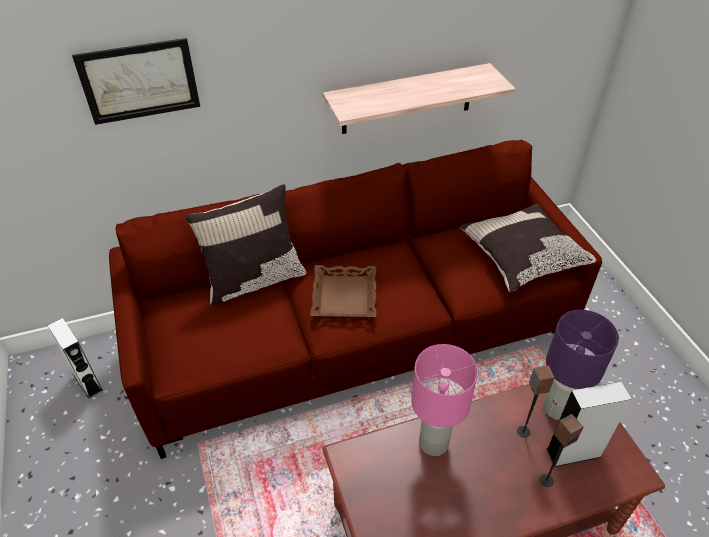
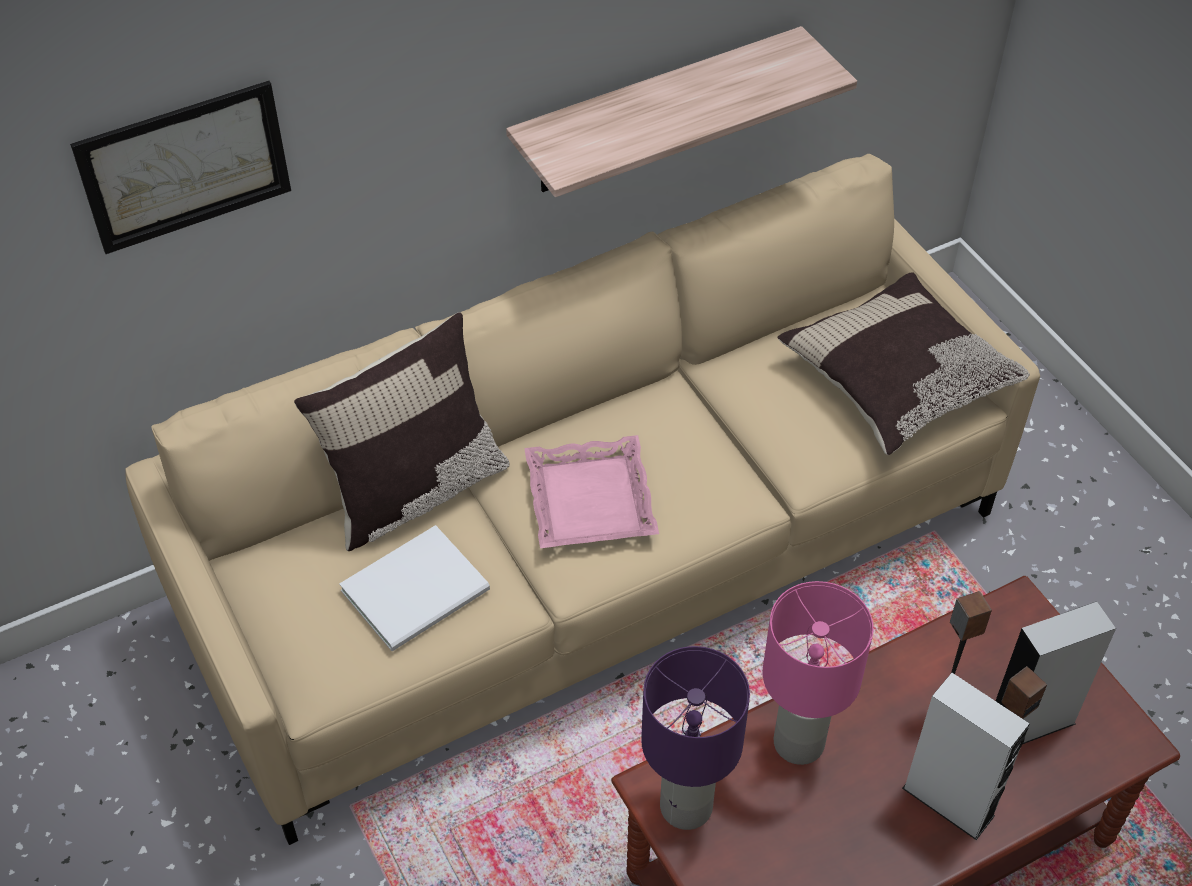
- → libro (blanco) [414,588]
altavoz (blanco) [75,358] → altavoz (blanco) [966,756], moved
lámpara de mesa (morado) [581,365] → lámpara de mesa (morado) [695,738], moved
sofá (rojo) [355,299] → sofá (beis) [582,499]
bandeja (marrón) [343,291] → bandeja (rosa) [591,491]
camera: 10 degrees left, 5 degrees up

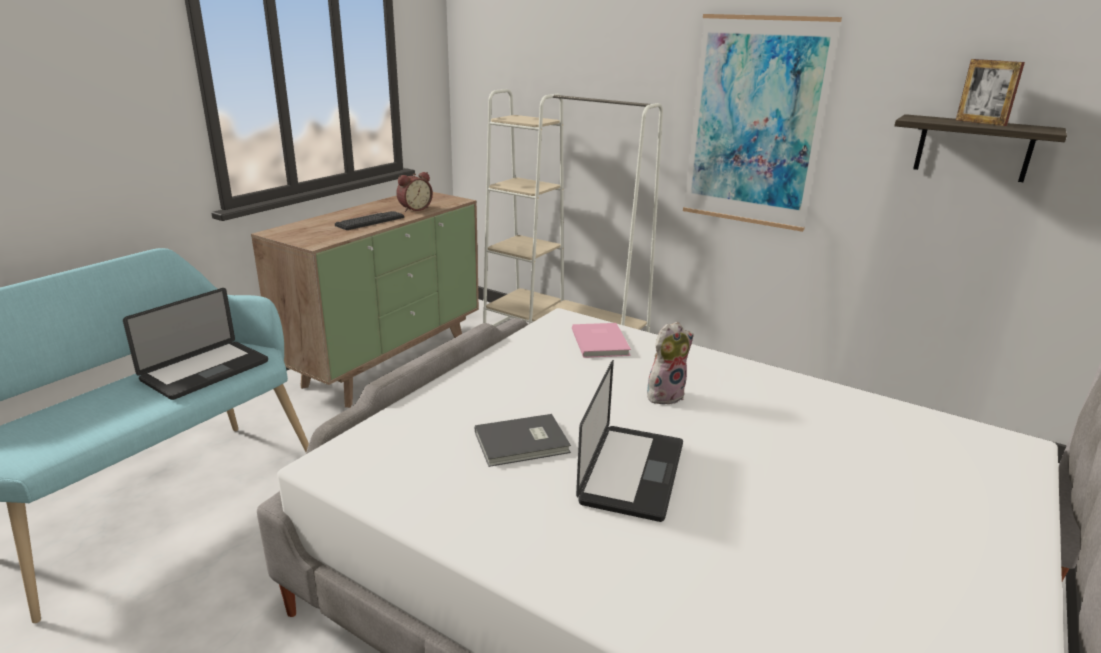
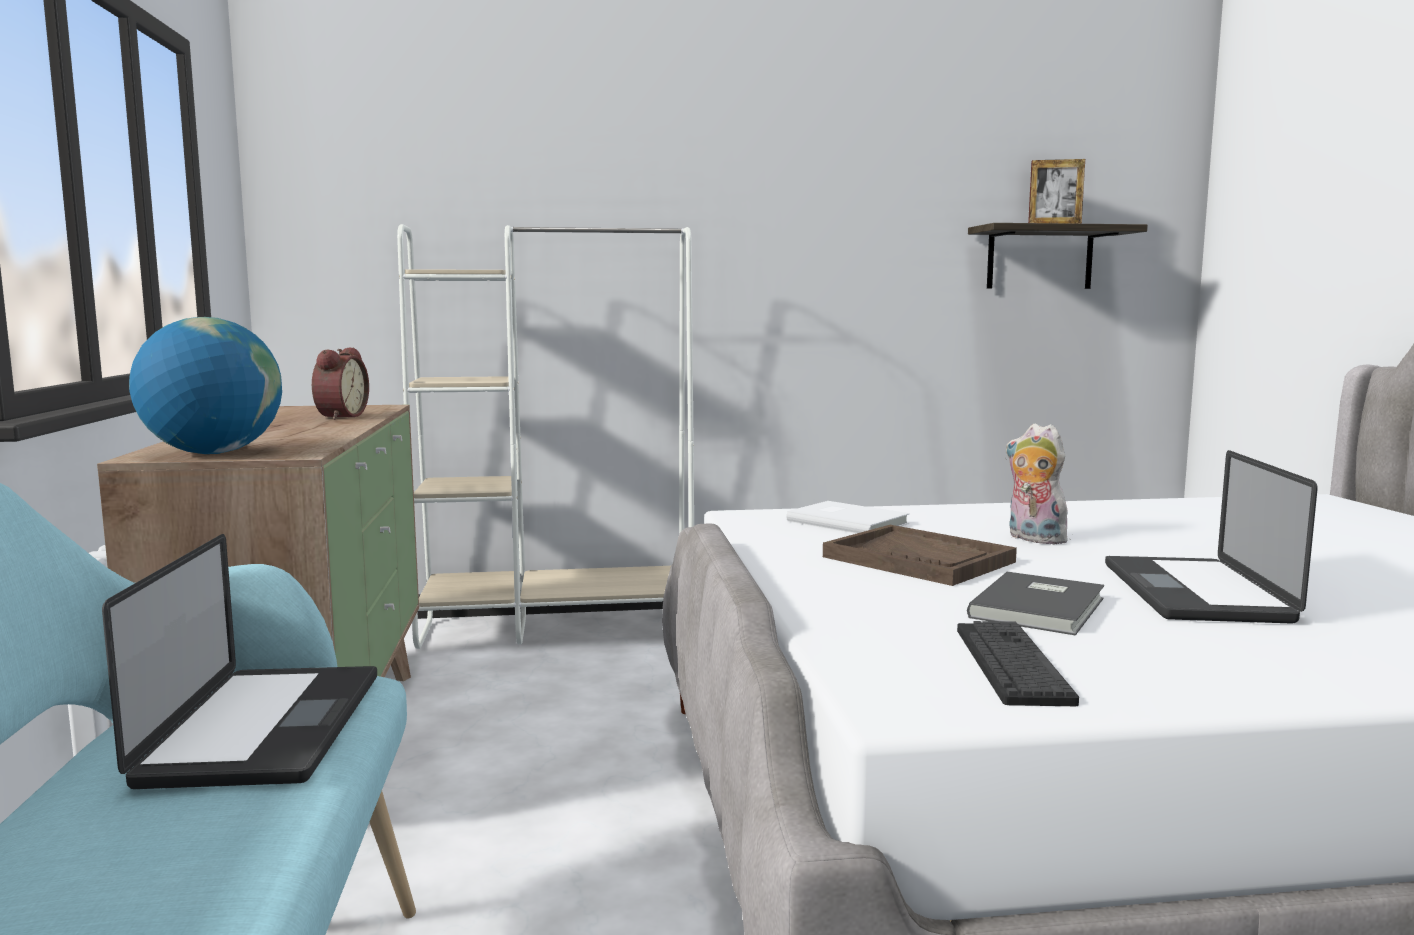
cuadro [762,123] → -
- → globo terráqueo [205,385]
- → bandeja (marrón) [920,555]
teclado [369,220] → teclado [1018,663], moved
libro (rosa) [601,340] → libro (blanco) [848,517]
portátil [629,441] → portátil [1211,537], 150 degrees counterclockwise
peluche [670,363] → peluche [1040,484], 60 degrees counterclockwise
camera: 40 degrees left, 15 degrees down

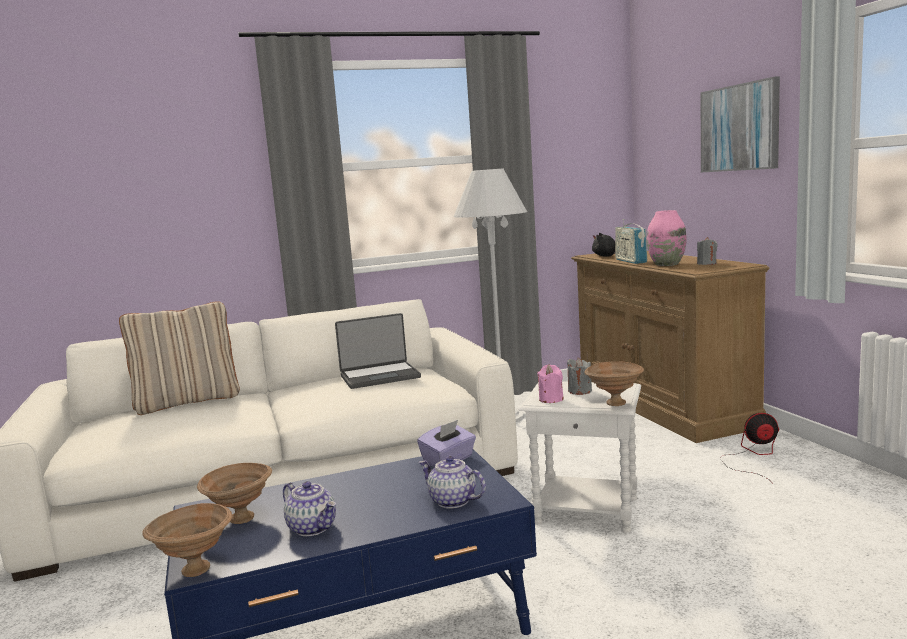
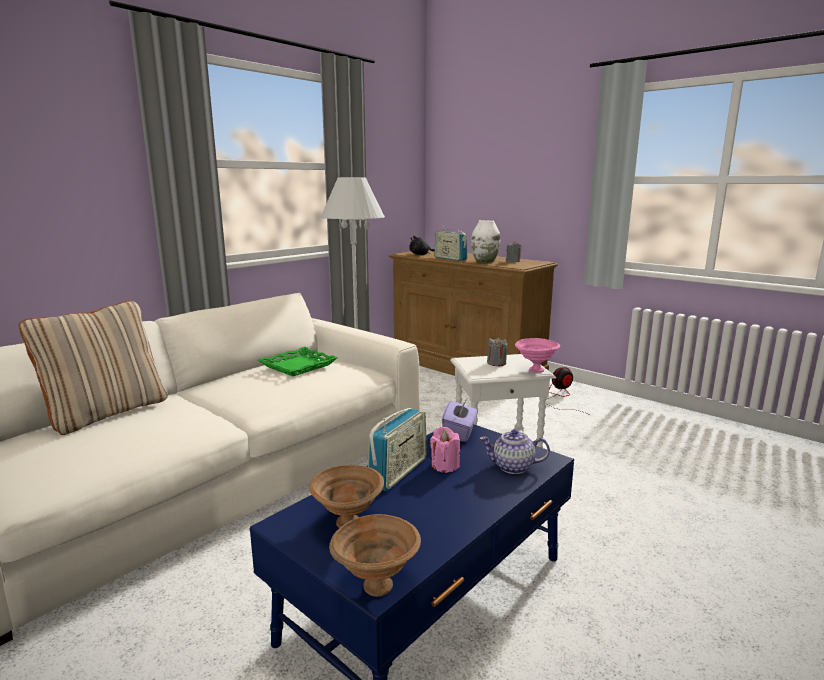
tetera [309,508] → -
cuadro [740,124] → -
- → radio [397,450]
vela (rosa) [550,384] → vela (rosa) [445,450], moved
portátil [378,351] → bandeja (verde) [298,362]
cuenco (marrón) [614,383] → cuenco (rosa) [537,355]
florero (rosa) [667,238] → florero (blanco) [485,241]
camera: 30 degrees left, 5 degrees up

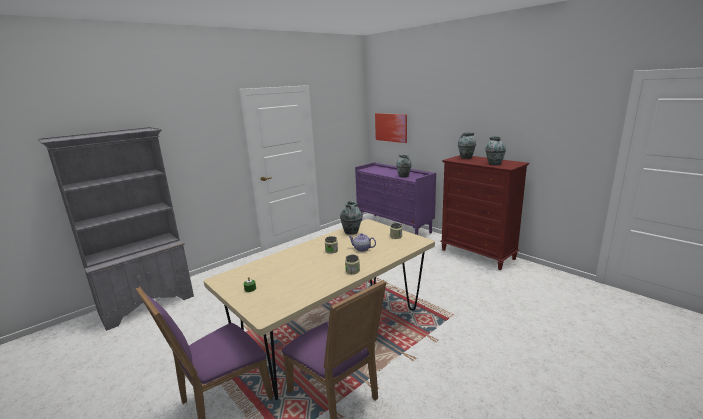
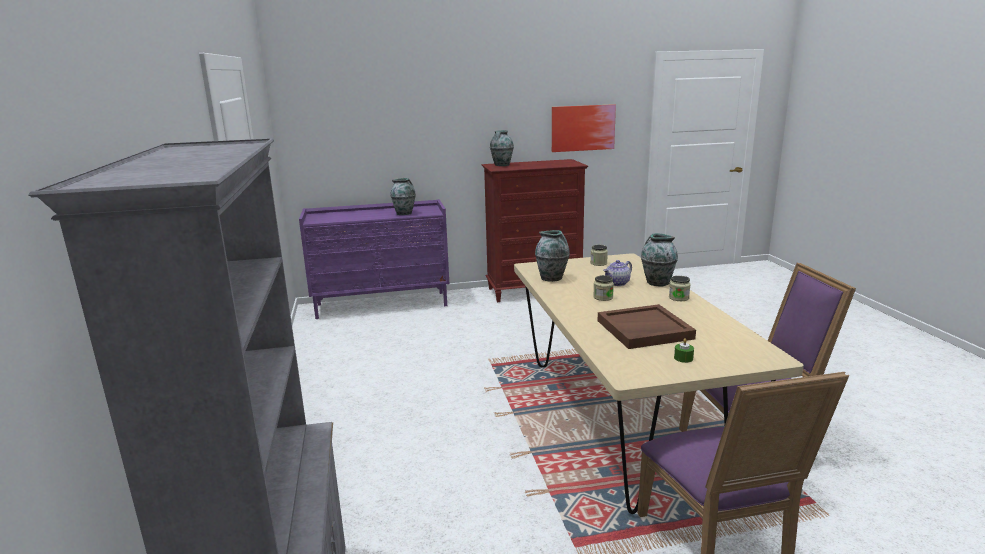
- → bandeja (marrón) [647,326]
cuadro [391,128] → cuadro [584,128], moved
florero [495,150] → florero [659,260], moved
camera: 60 degrees left, 0 degrees up

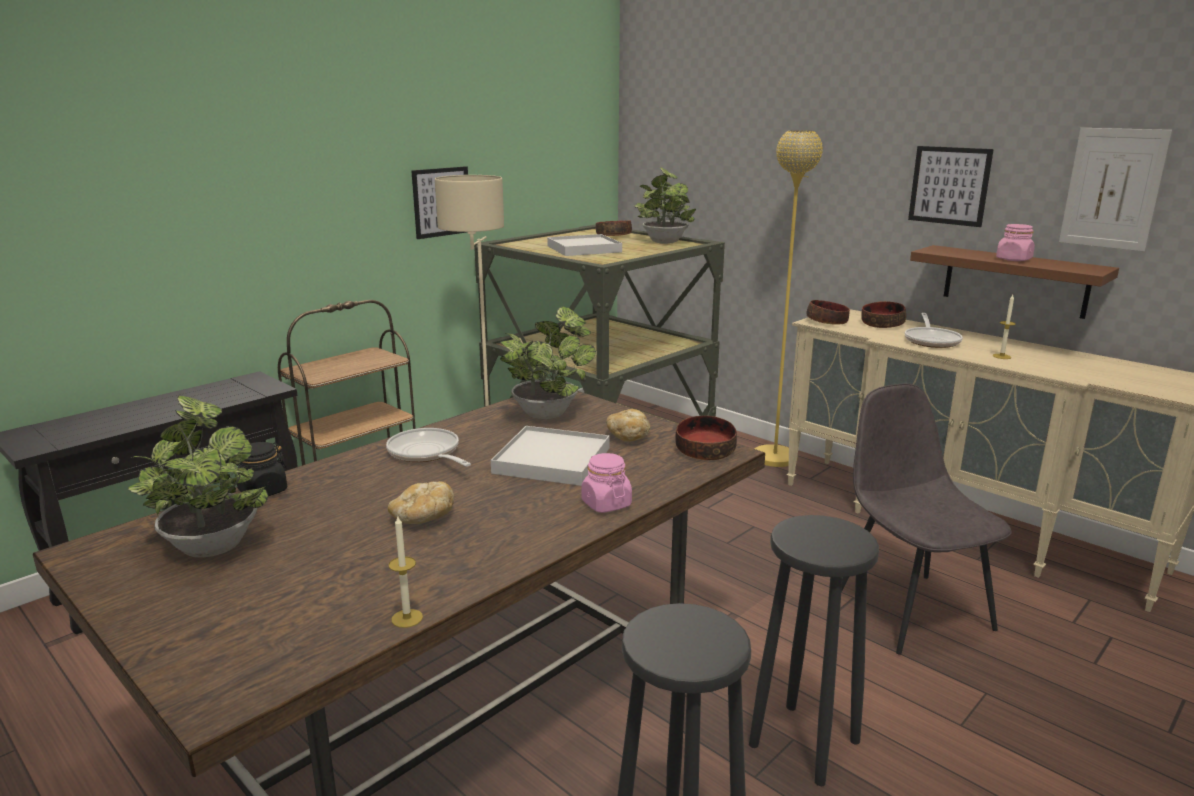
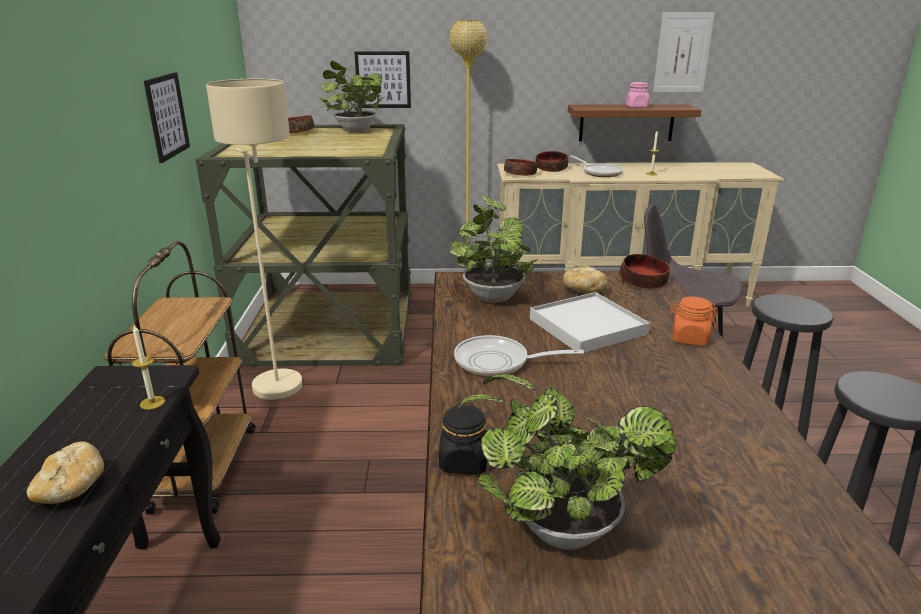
bandeja (blanco) [584,245] → -
pan [421,502] → pan [65,472], moved
vela [405,572] → vela [148,367], moved
cuadro [951,186] → cuadro [382,79], moved
tarro (rosa) [606,483] → tarro (naranja) [693,321]
camera: 45 degrees left, 5 degrees up

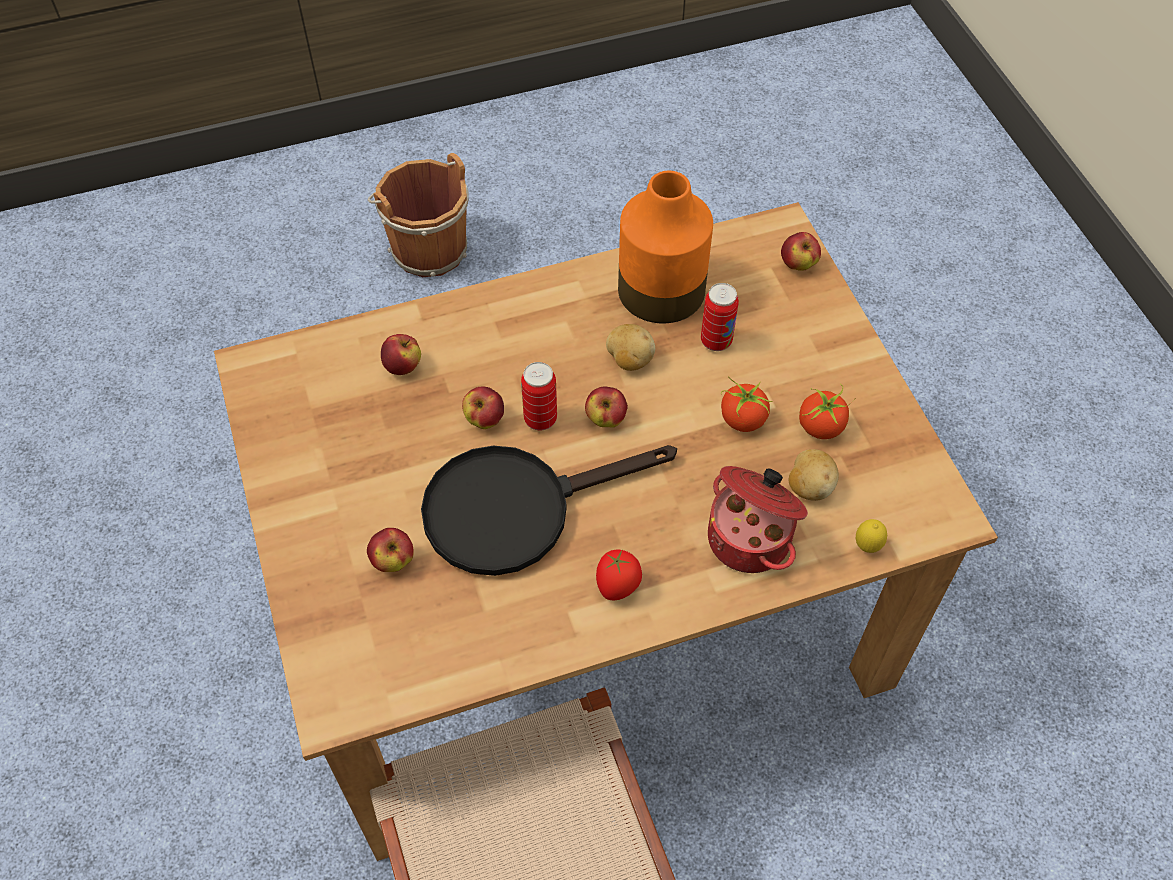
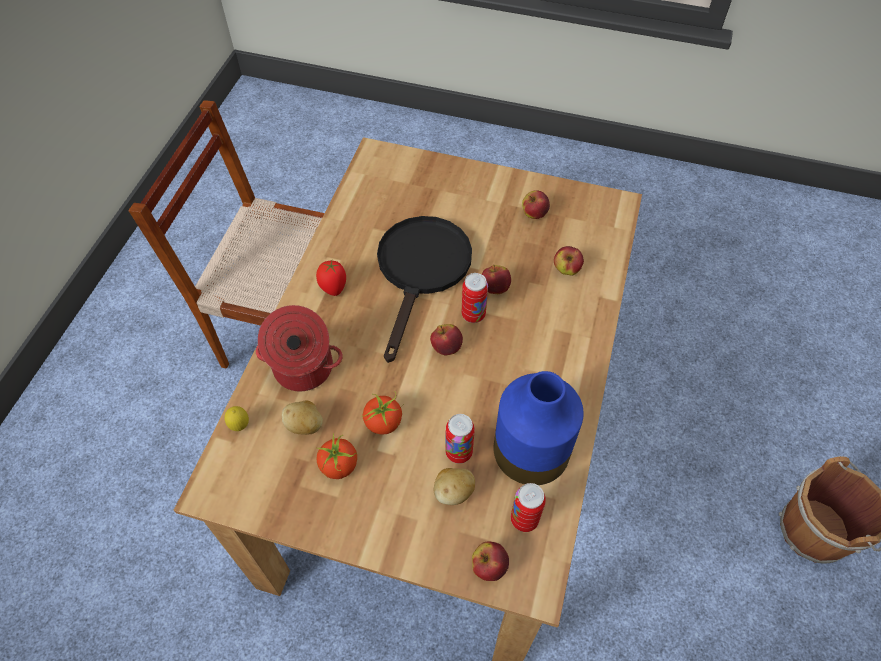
- → lata [528,507]
manzana [390,550] → manzana [536,204], moved
patata [630,347] → patata [454,486], moved
florero (naranja) [665,247] → florero (azul) [538,428]
camera: 125 degrees right, 0 degrees up

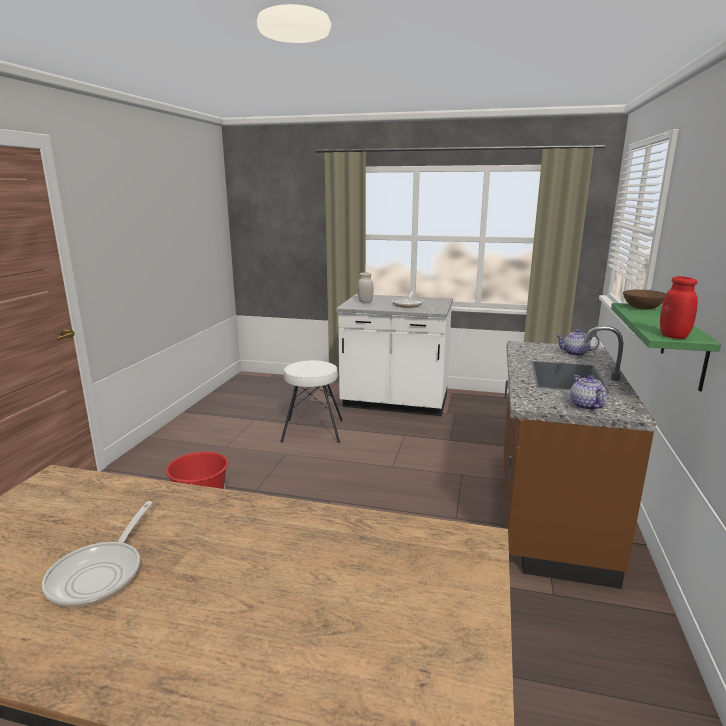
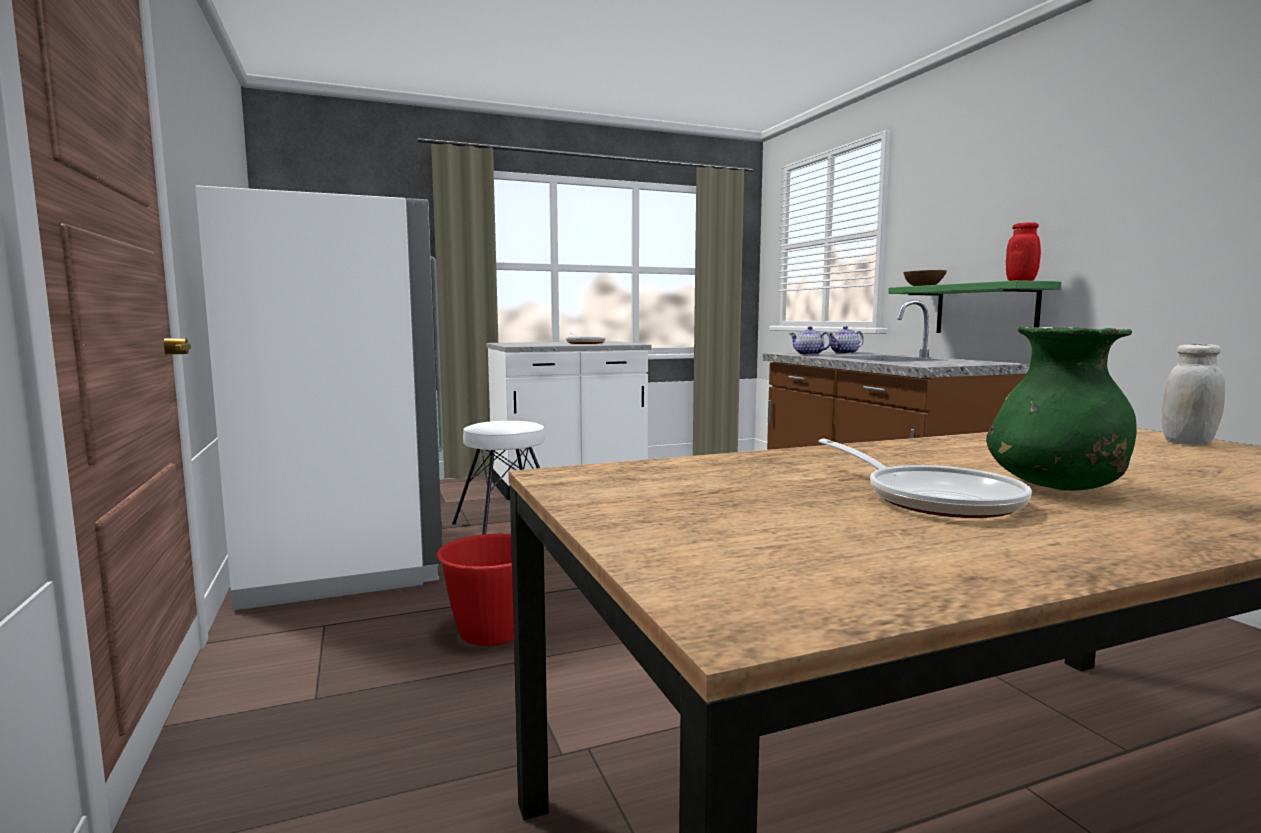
- → nevera (blanco) [319,398]
- → florero (verde) [1061,408]
tarro (blanco) [365,287] → tarro (blanco) [1193,394], moved
tetera [588,392] → tetera [811,340], moved
camera: 35 degrees left, 10 degrees down

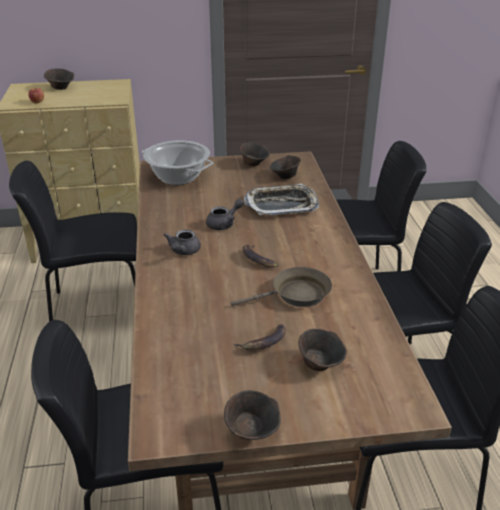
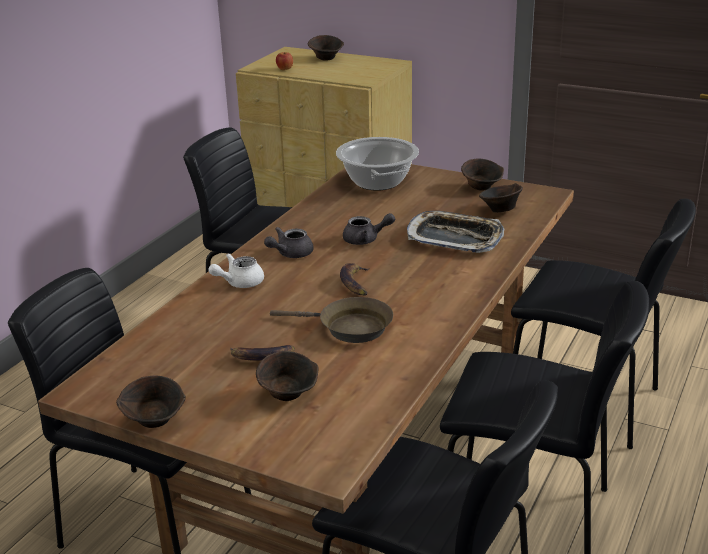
- → tetera (blanco) [236,270]
camera: 35 degrees right, 5 degrees down

